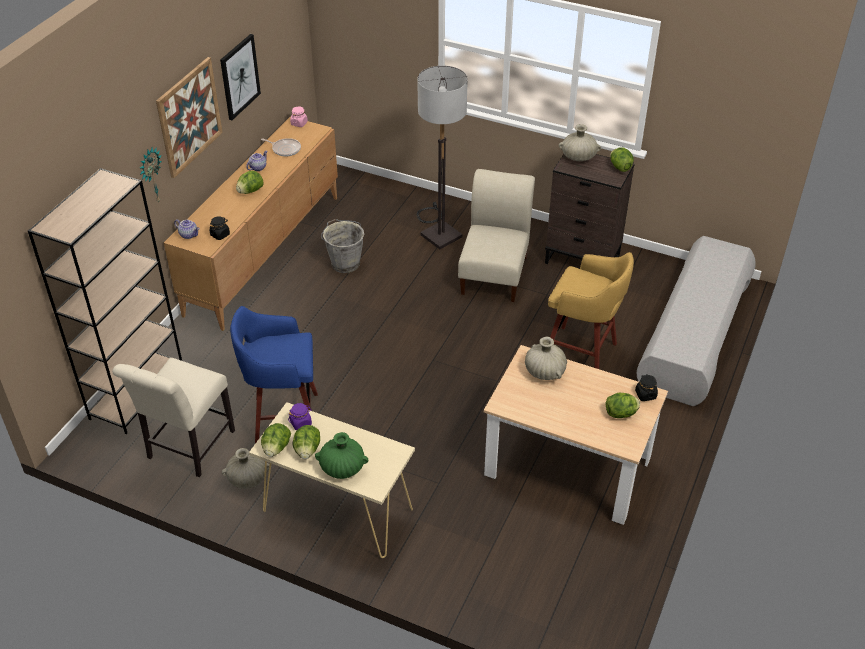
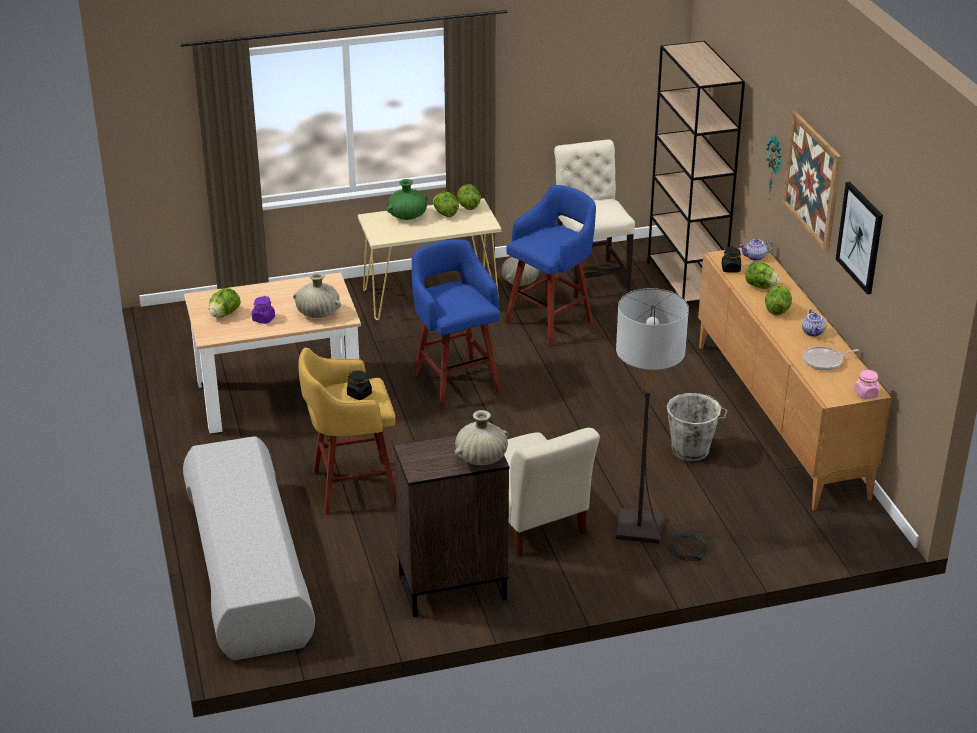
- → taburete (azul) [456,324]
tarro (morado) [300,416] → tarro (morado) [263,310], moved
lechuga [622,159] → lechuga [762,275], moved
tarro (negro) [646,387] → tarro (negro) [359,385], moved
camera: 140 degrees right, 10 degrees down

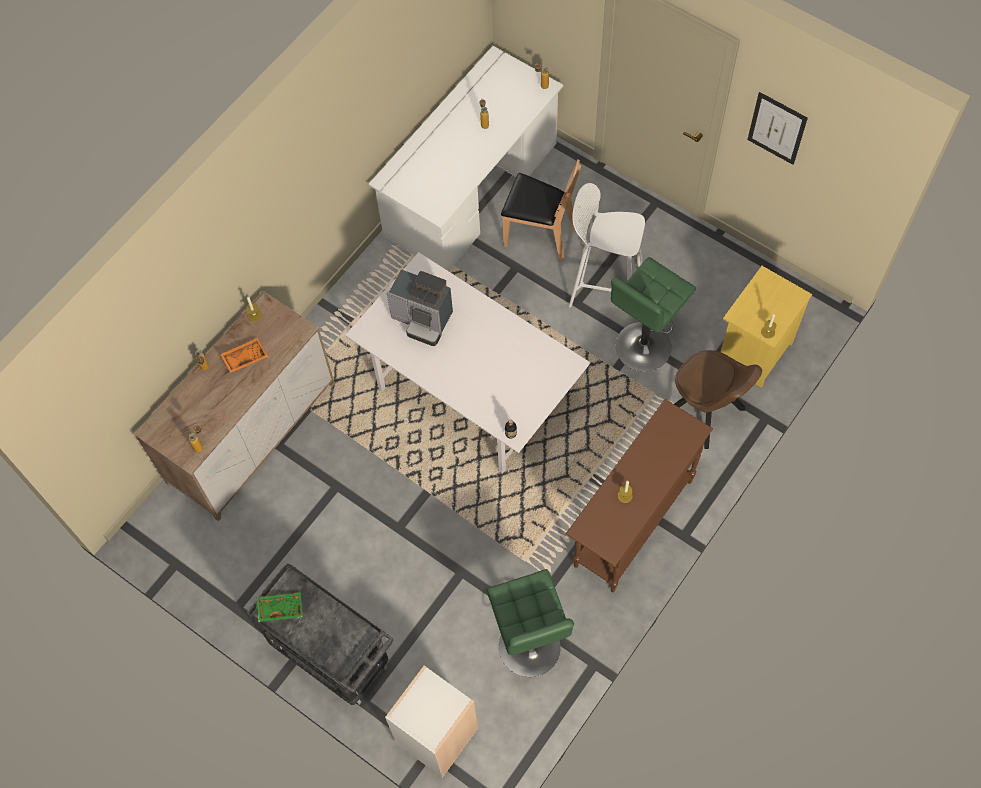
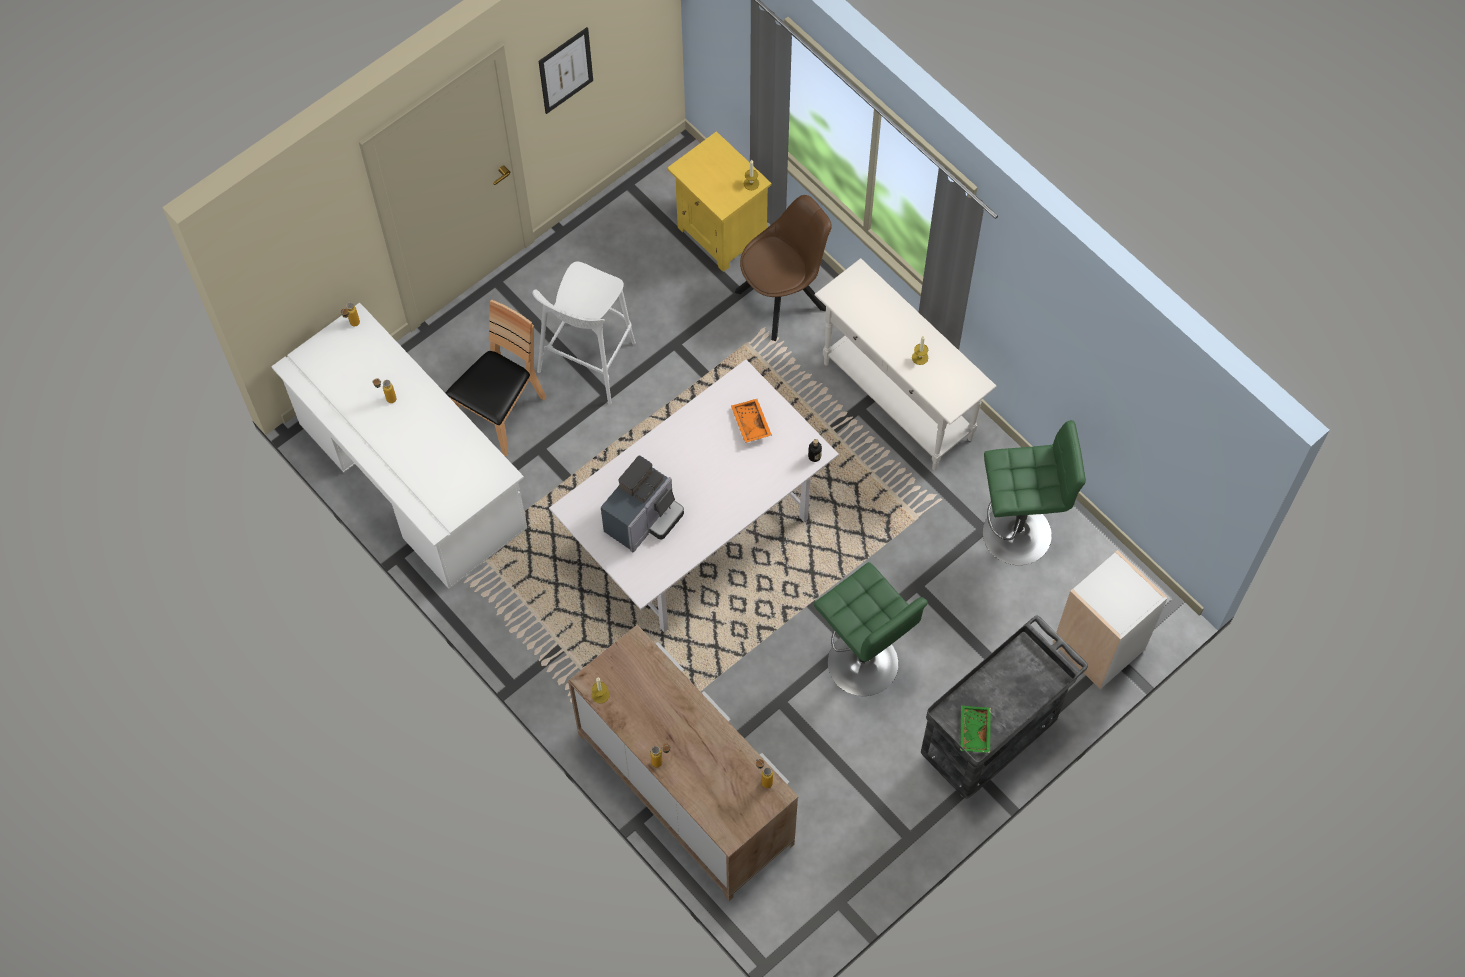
bandeja (naranja) [244,355] → bandeja (naranja) [751,421], moved
taburete (verde) [653,314] → taburete (verde) [871,629], moved
mesa consola (marrón) [639,495] → mesa consola (blanco) [905,364]
camera: 80 degrees left, 0 degrees up

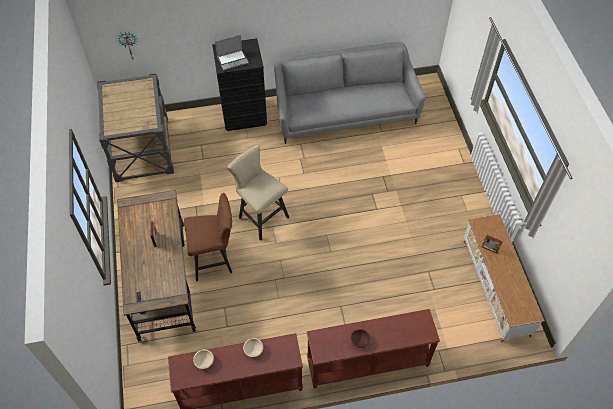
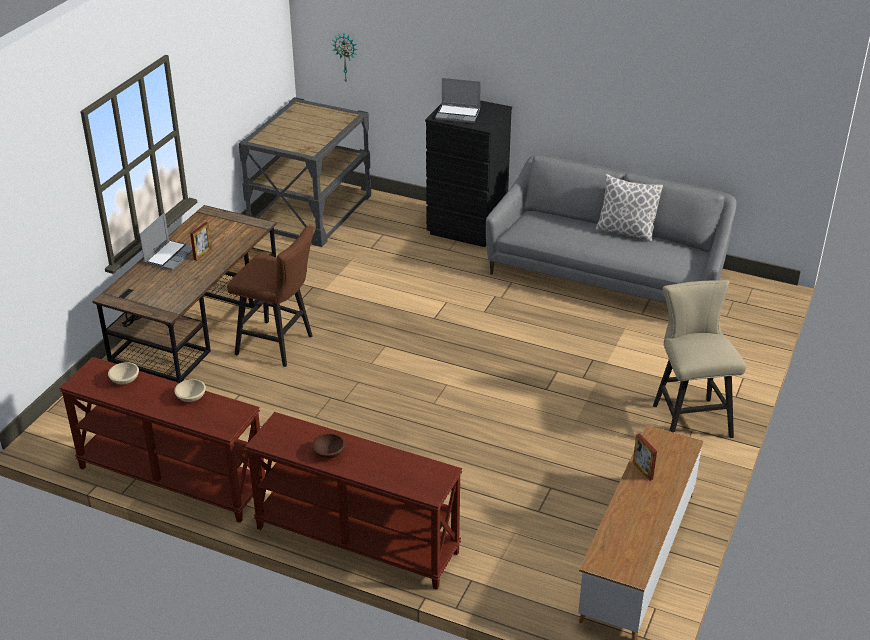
- → portátil [166,241]
- → cojín [629,207]
taburete (beis) [258,193] → taburete (beis) [699,359], moved
camera: 35 degrees right, 20 degrees down

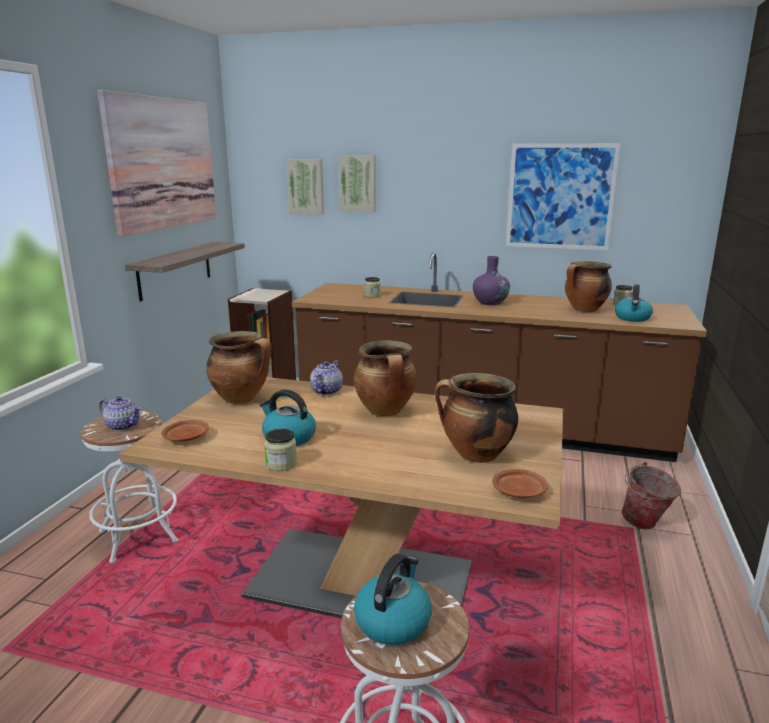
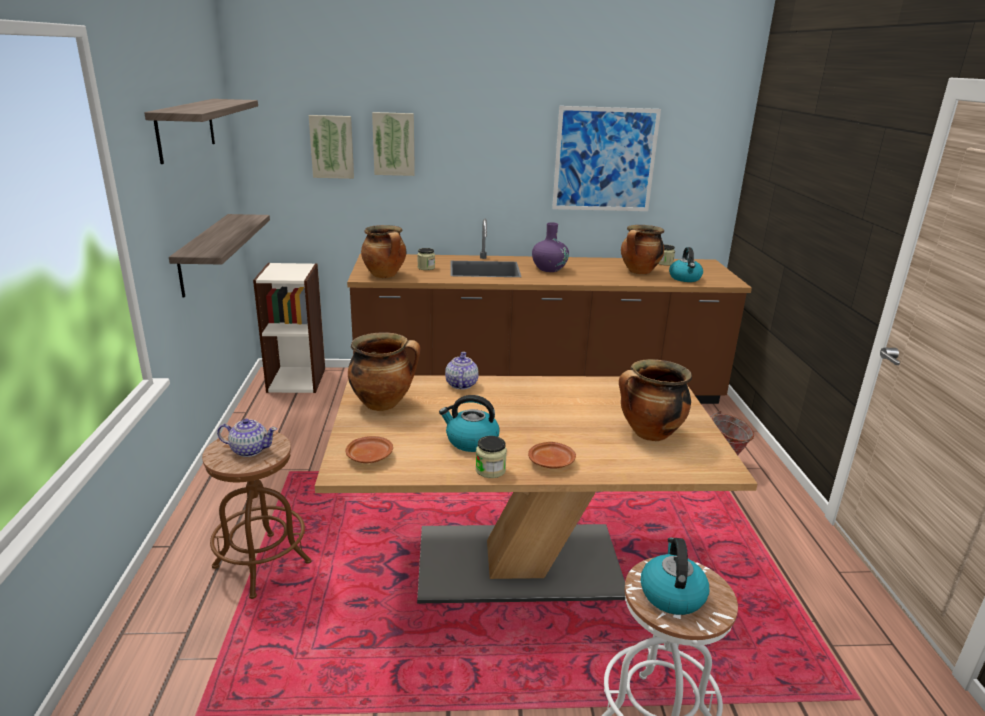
olla [385,378] → olla [383,251], moved
plato (marrón) [520,483] → plato (marrón) [552,455], moved
cuadro [156,163] → estante [201,131]
taburete (blanco) [130,487] → taburete (marrón) [257,514]
camera: 20 degrees left, 5 degrees up

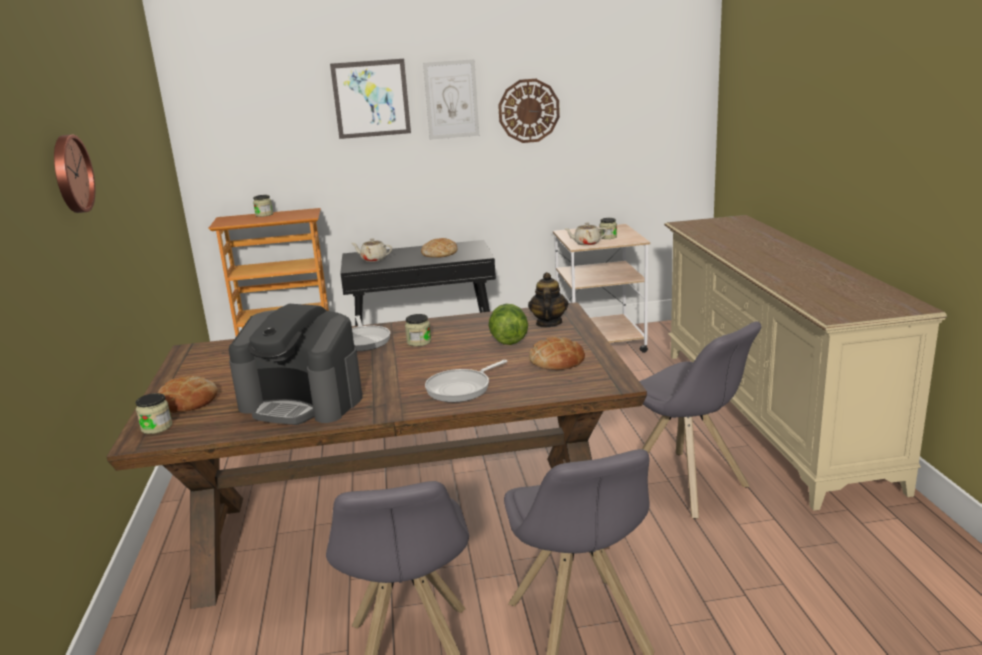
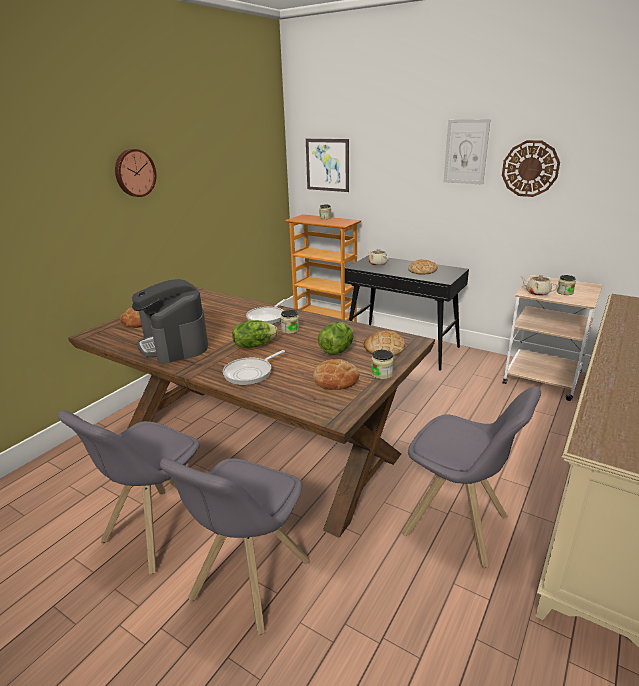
- → lechuga [255,334]
tarro [153,413] → tarro [382,365], moved
cuadro [370,99] → cuadro [327,165], moved
tetera [548,299] → pan [384,343]
sartén [466,381] → sartén [254,367], 45 degrees counterclockwise
silla (gris) [700,420] → silla (gris) [471,477], 60 degrees counterclockwise
camera: 40 degrees right, 5 degrees up

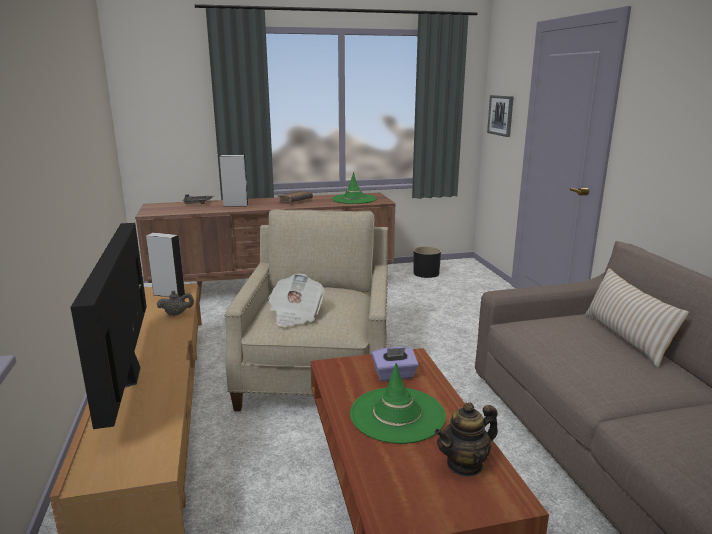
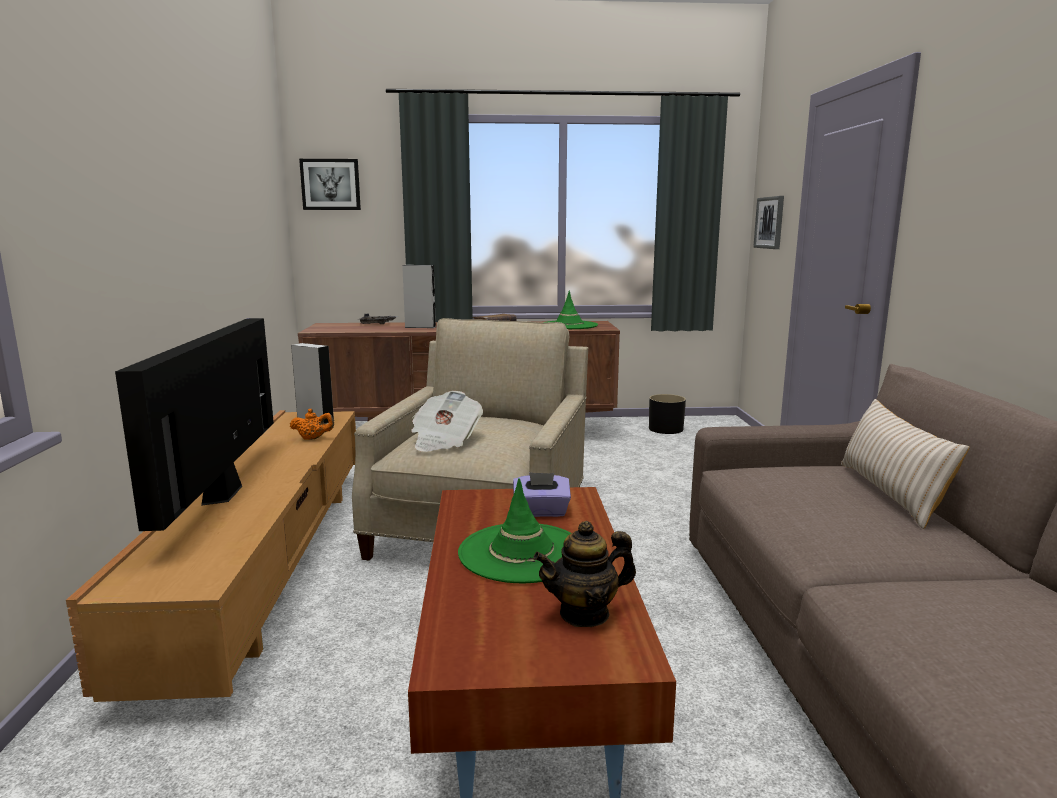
- → cuadro [330,184]
tetera (gris) [175,303] → tetera (naranja) [312,424]
camera: 10 degrees right, 5 degrees down

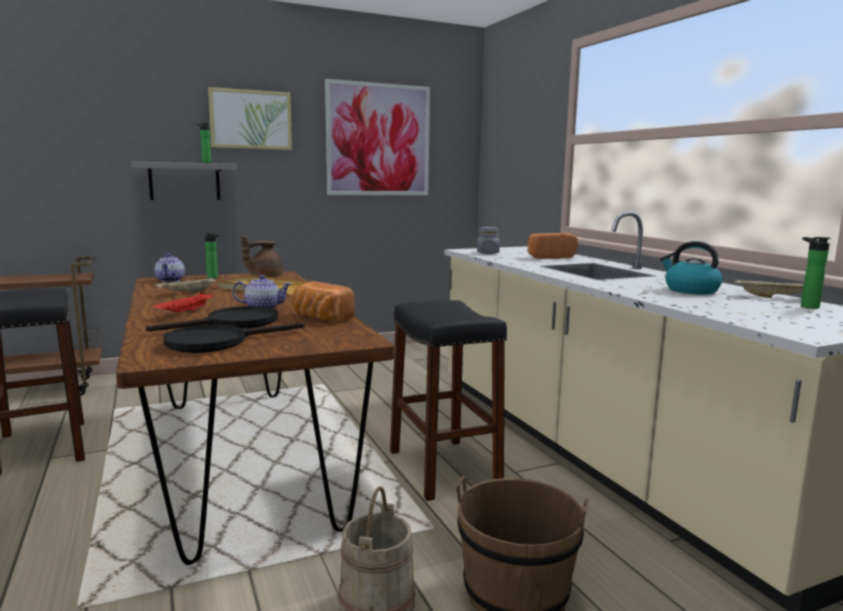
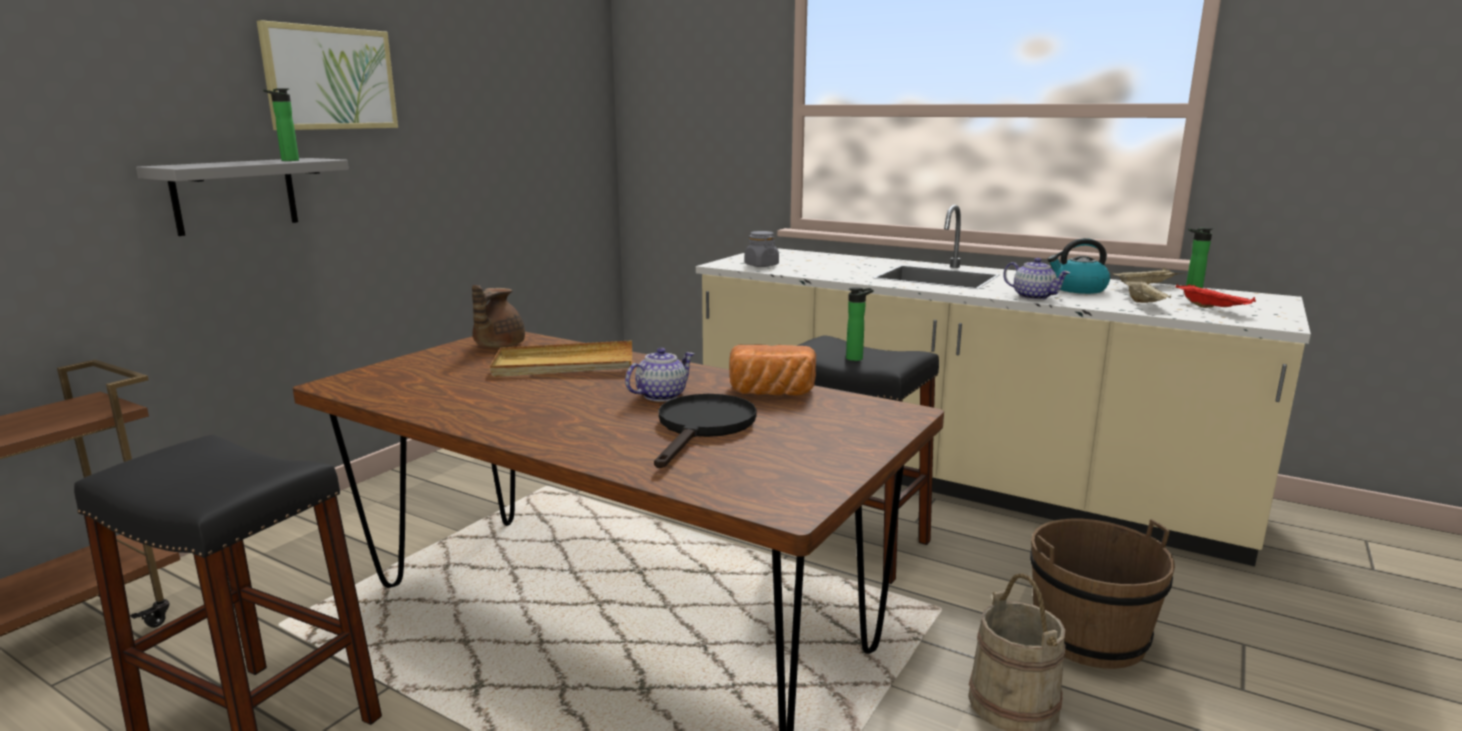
sartén (negro) [234,337] → -
cuadro [377,137] → -
pan [552,246] → -
bandeja (rojo) [183,302] → bandeja (rojo) [1216,296], moved
tetera [170,267] → tetera [1036,279], moved
bandeja (beis) [186,285] → bandeja (beis) [1147,291], moved
botella [212,255] → botella [859,324], moved
camera: 35 degrees left, 5 degrees up

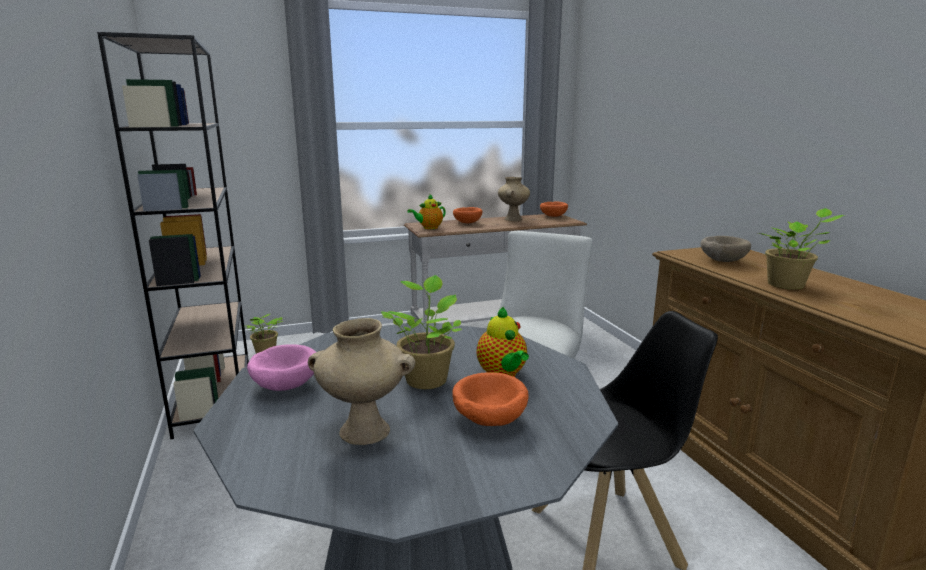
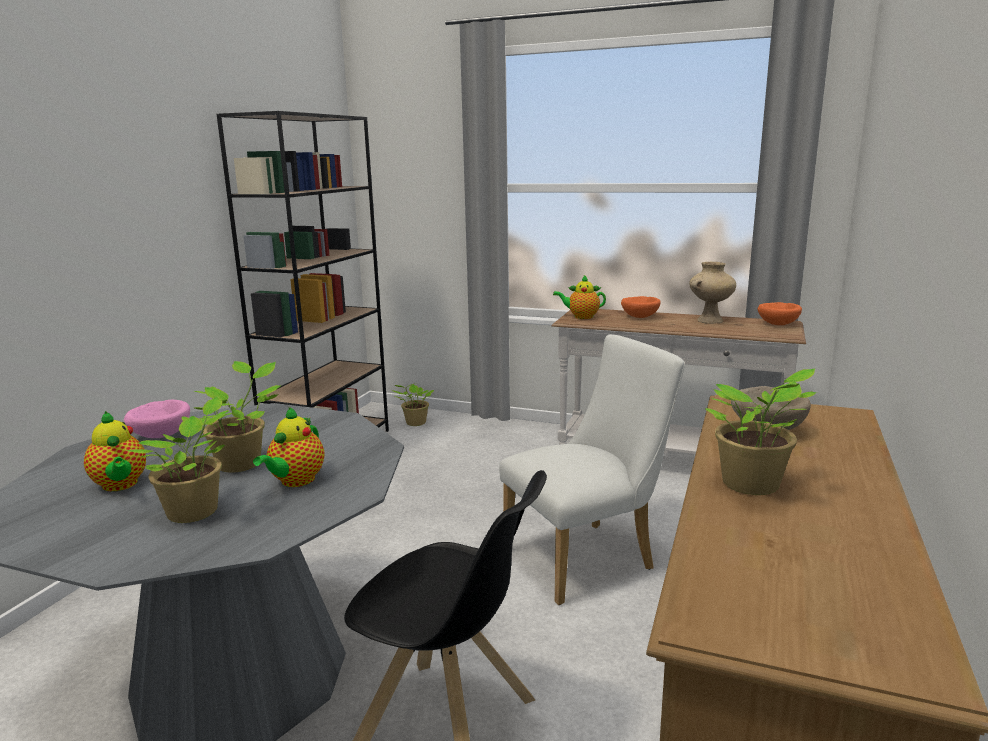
florero (beis) [362,381] → tetera [115,451]
cuenco (naranja) [490,399] → planta en maceta [178,459]
camera: 40 degrees right, 0 degrees up

